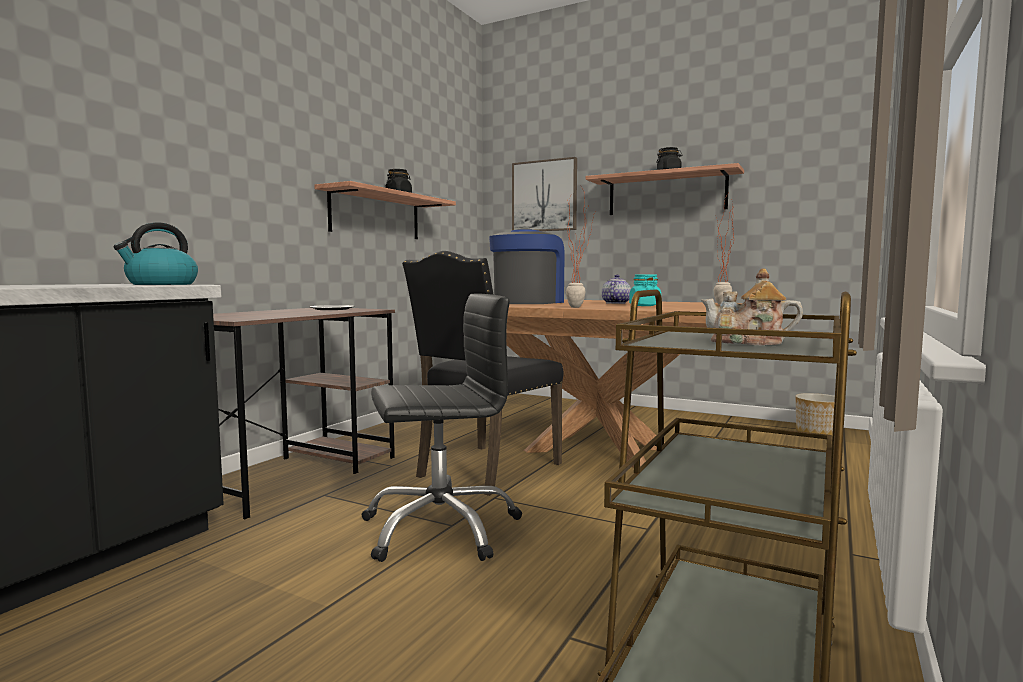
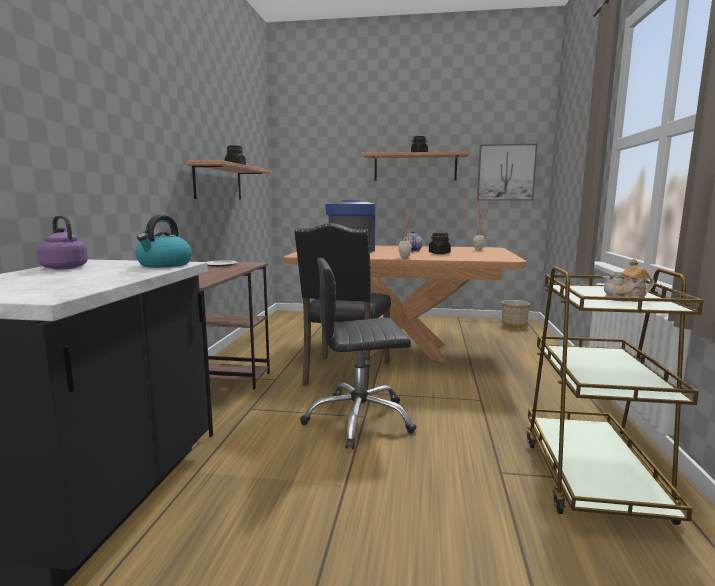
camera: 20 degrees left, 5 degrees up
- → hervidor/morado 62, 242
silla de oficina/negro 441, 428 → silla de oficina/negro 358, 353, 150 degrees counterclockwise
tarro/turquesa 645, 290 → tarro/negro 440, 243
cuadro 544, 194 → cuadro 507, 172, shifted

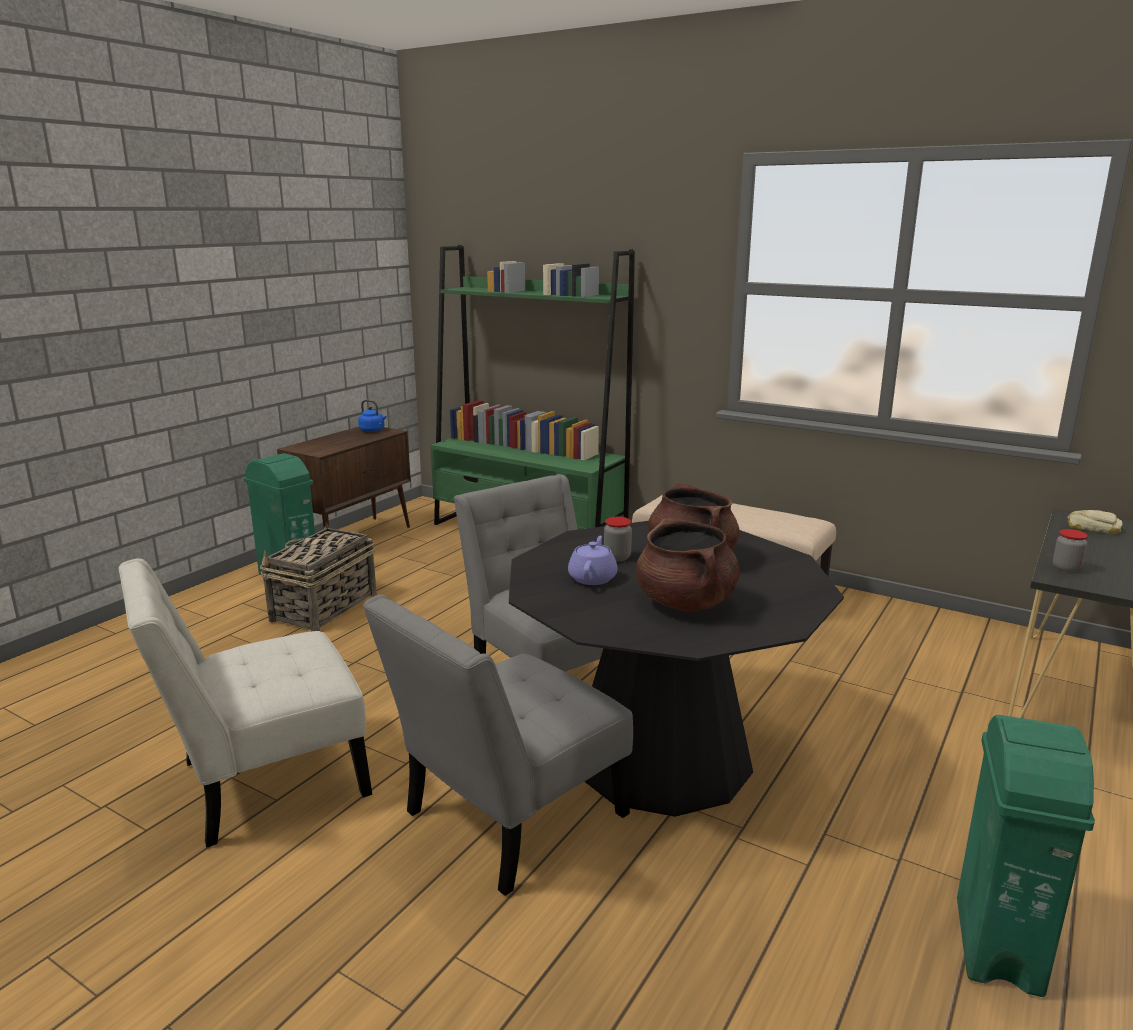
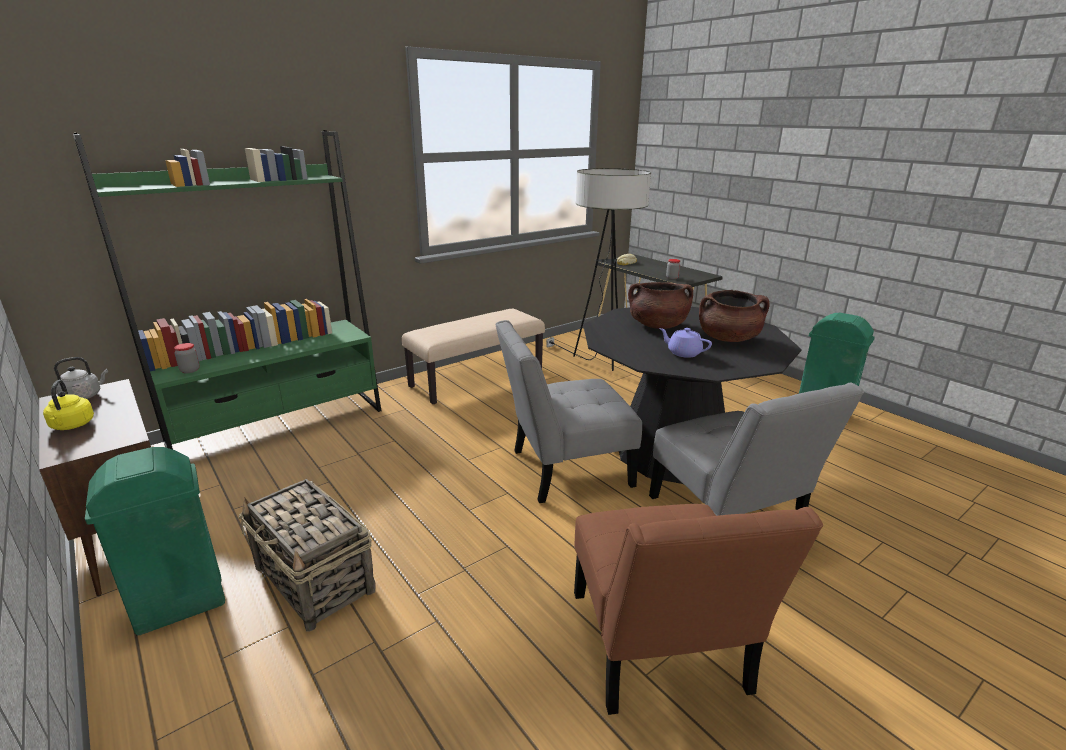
camera: 70 degrees left, 5 degrees up
- → hervidor/amarillo 68, 405
hervidor/azul 372, 416 → hervidor/gris 81, 378
tarro 618, 539 → tarro 187, 358, shifted
- → lámpara de pie 598, 269
silla/blanco 245, 702 → silla/marrón 698, 609

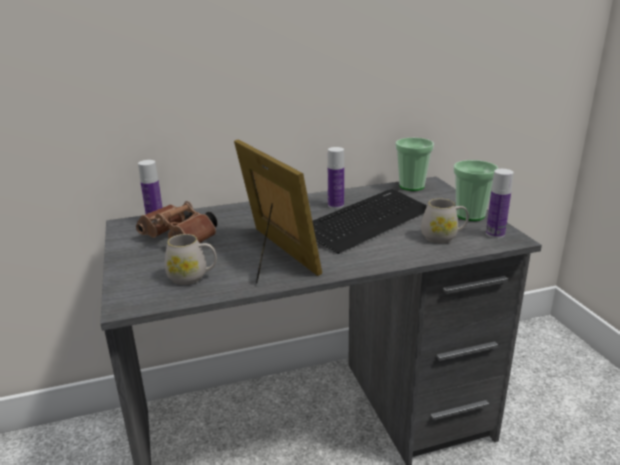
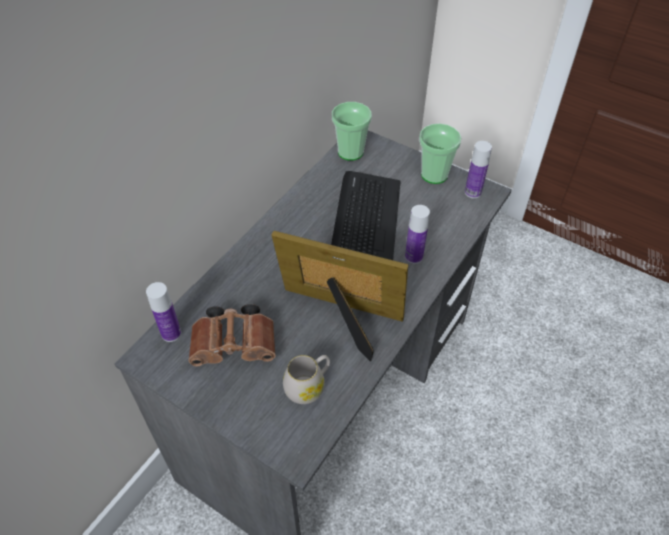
camera: 40 degrees left, 25 degrees up
botella 336, 178 → botella 417, 234, shifted
taza grande/blanco 445, 221 → -

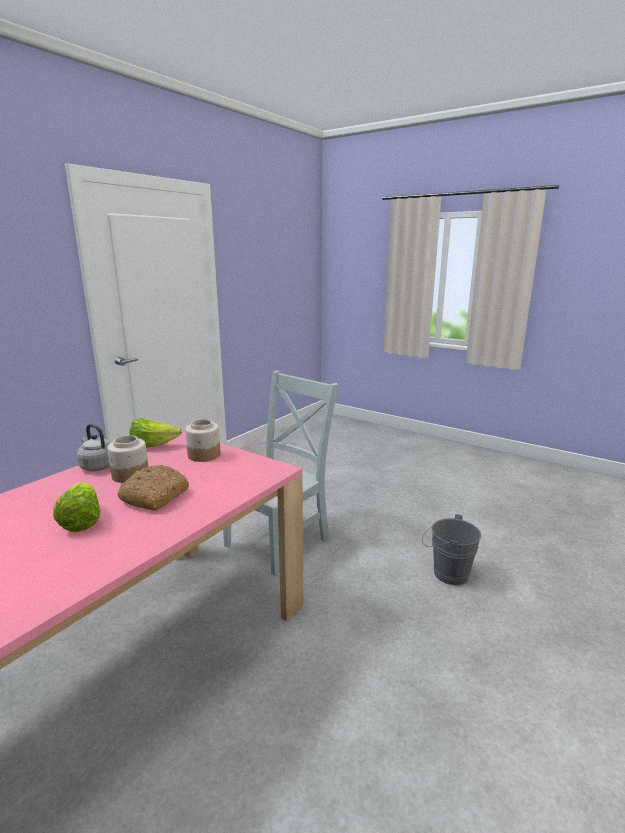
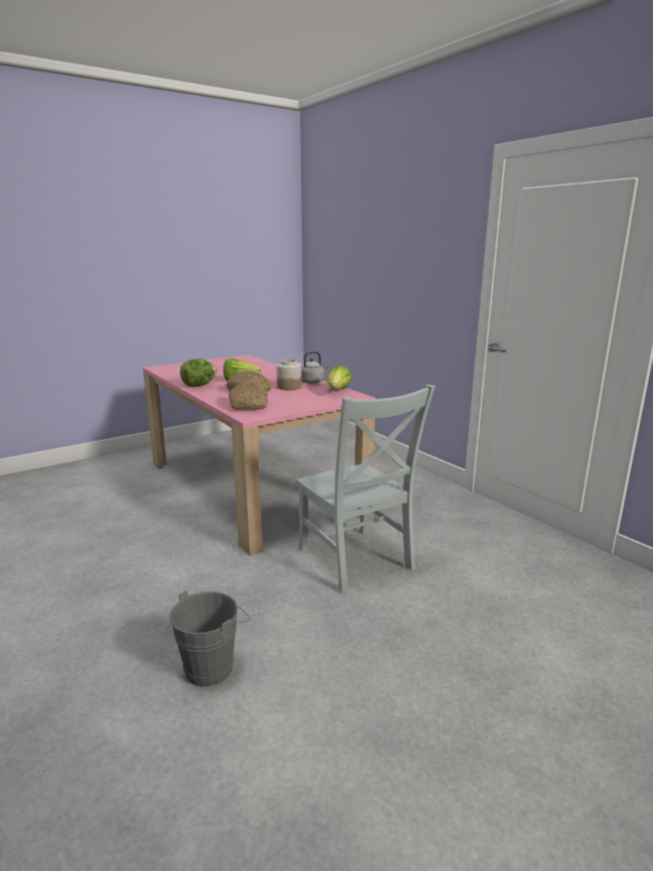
camera: 110 degrees right, 0 degrees up
- → lechuga 198, 373
- → pan 248, 396
tarro 203, 440 → -

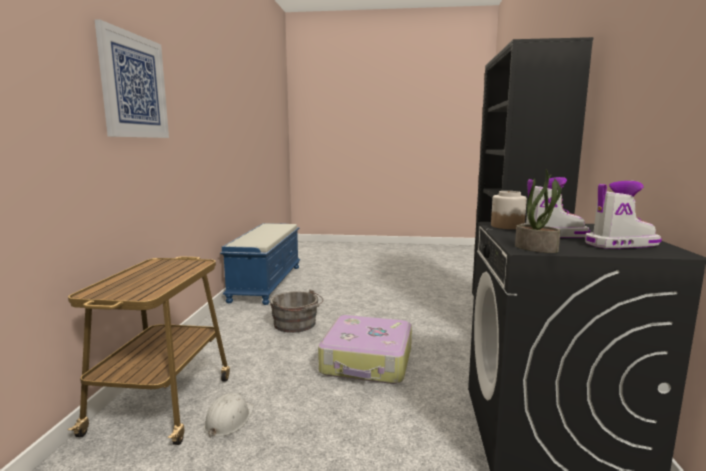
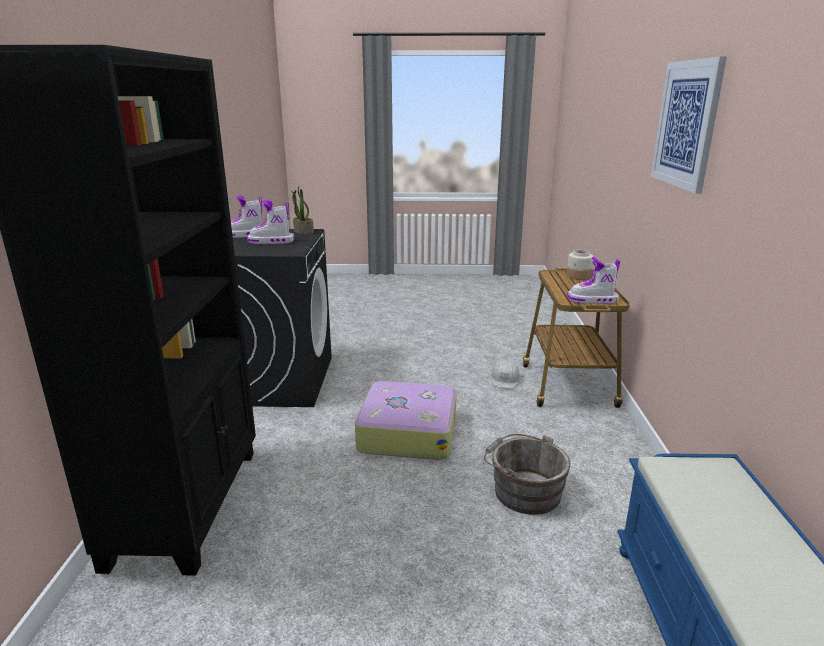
camera: 175 degrees right, 10 degrees up
tarro 509, 210 → tarro 580, 265, shifted
- → bota 593, 280

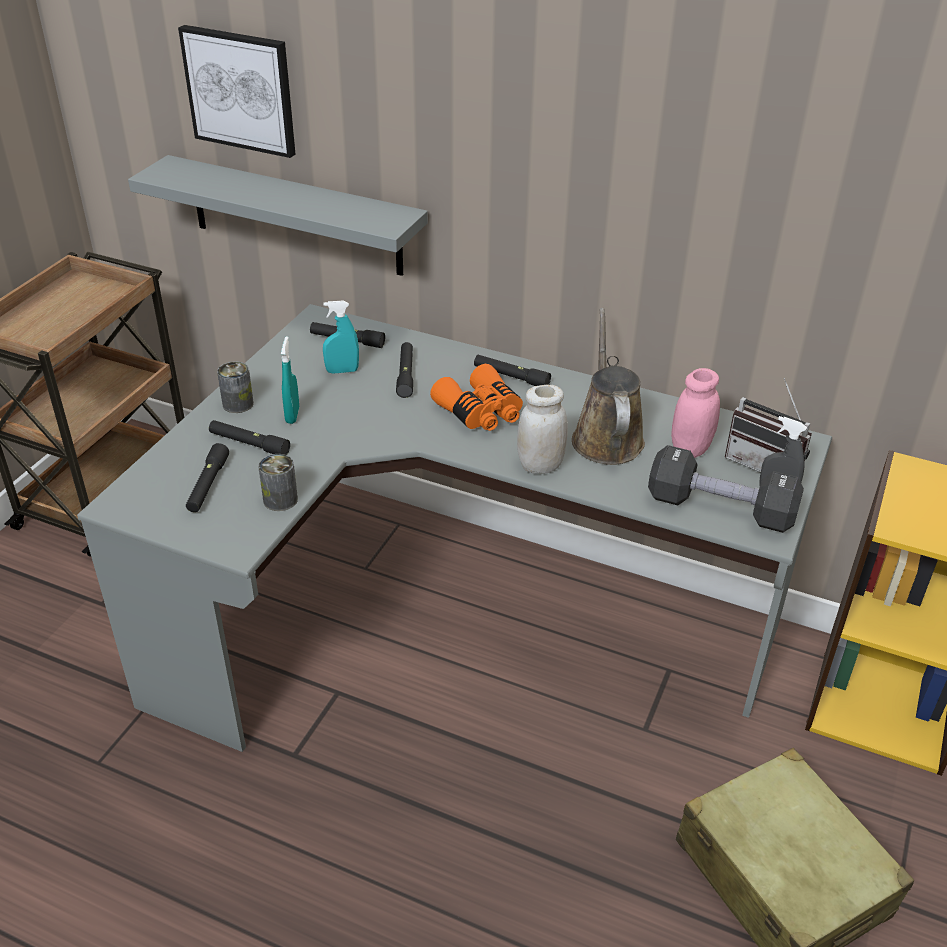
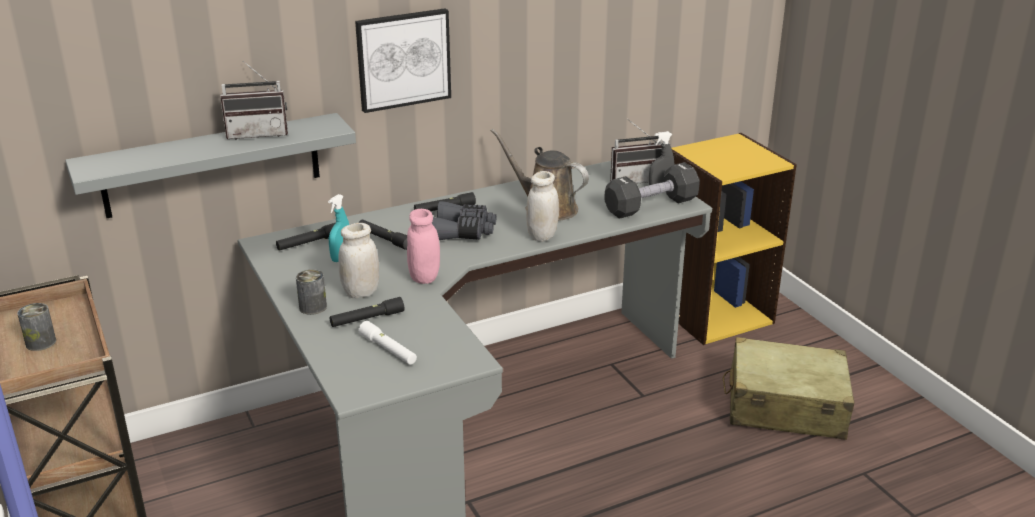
camera: 50 degrees left, 10 degrees down
lata 278, 482 → lata 36, 327, shifted
- → radio 254, 100
pulverizador/turquesa 290, 380 → tarro/blanco 358, 260
cuadro 236, 91 → cuadro 403, 60, shifted
linterna/negro 207, 477 → linterna/blanco 387, 343
tarro/rosa 695, 413 → tarro/rosa 423, 246, shifted
prismáticos/naranja 476, 397 → prismáticos/gris 464, 220

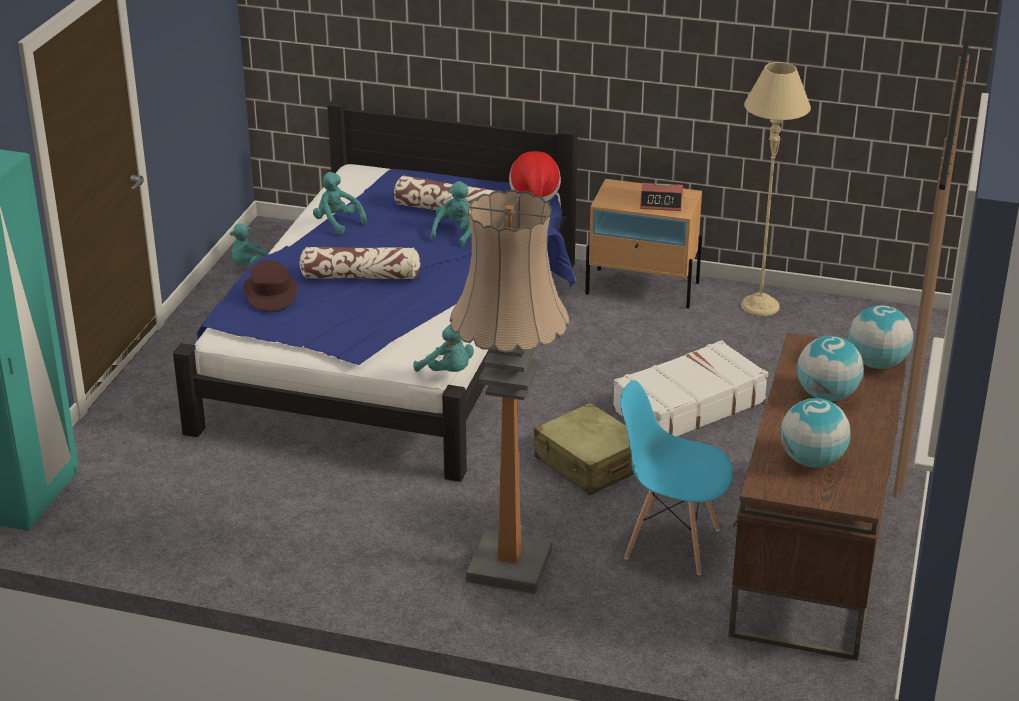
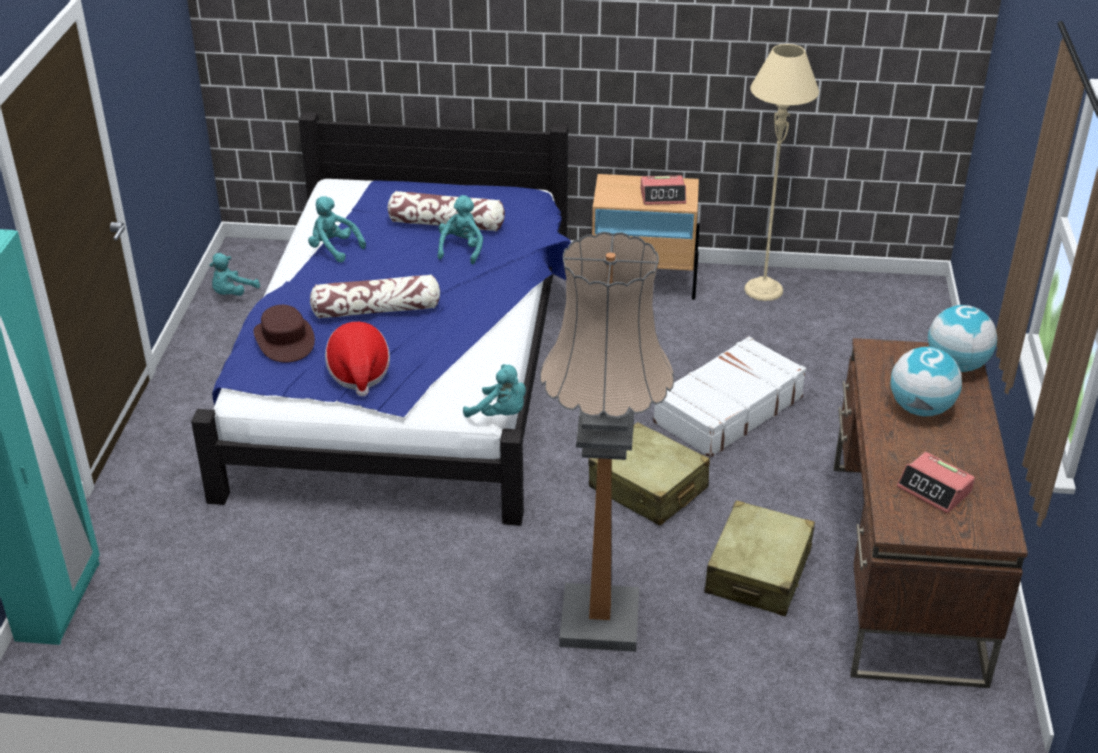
camera: 10 degrees left, 5 degrees up
sombrero 535, 176 → sombrero 357, 359, shifted
silla/azul 676, 477 → maleta/beis 759, 558
globo terráqueo 815, 433 → despertador 936, 482

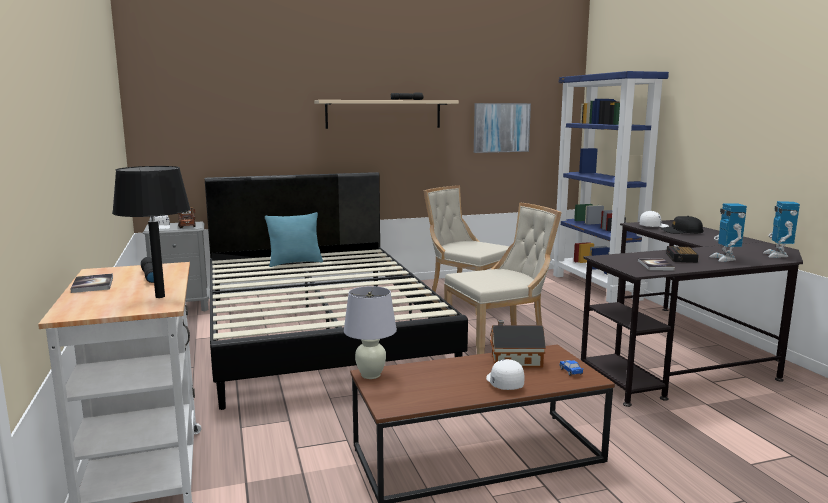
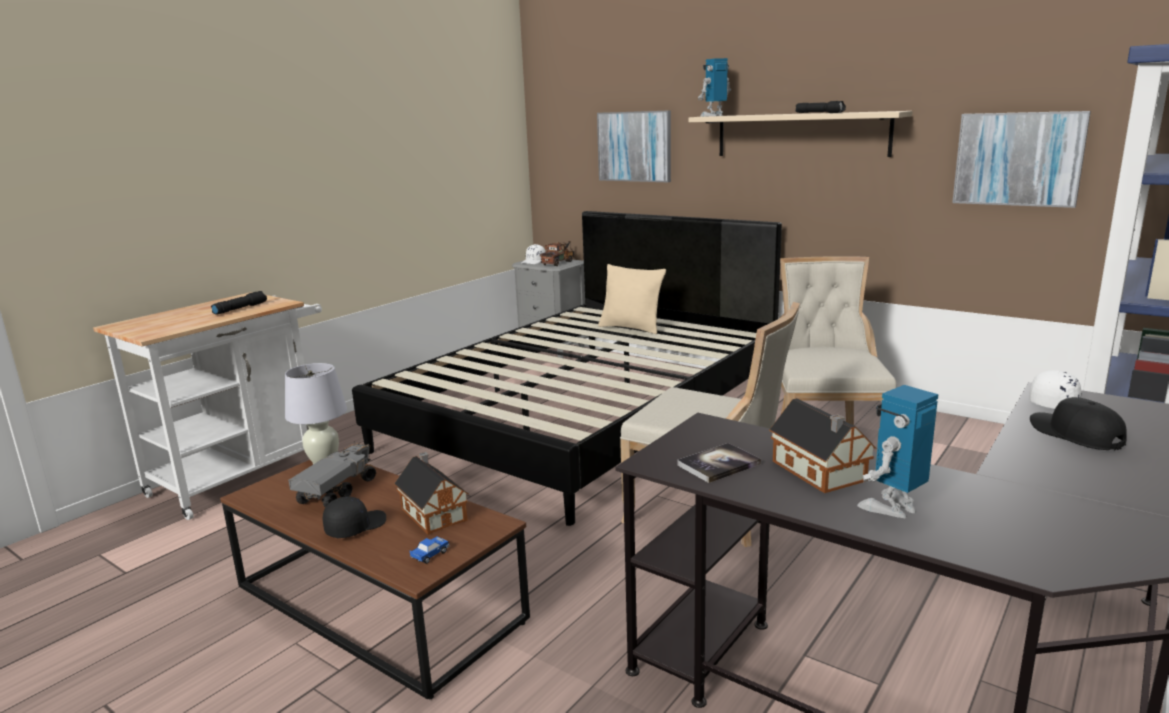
camera: 55 degrees right, 5 degrees up
- → camión de juguete 332, 474
gorra/blanco 505, 374 → gorra/negro 354, 517
- → cuadro 634, 146
cojín/turquesa 294, 239 → cojín/beis 632, 299
robot de juguete 781, 229 → robot de juguete 714, 87, shifted
despertador 682, 254 → casita 822, 445
libro 91, 283 → -
lámpara de mesa/negro 151, 232 → -

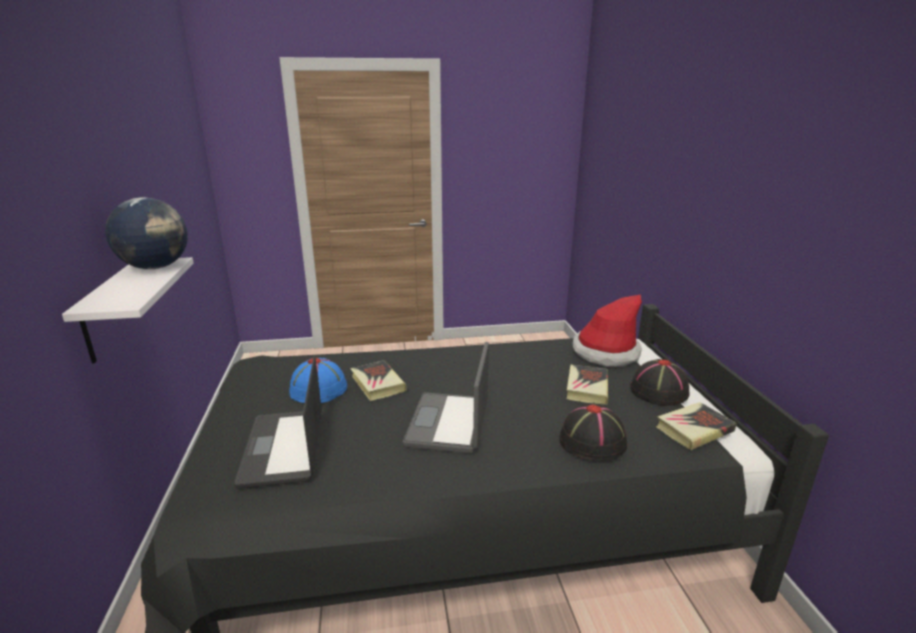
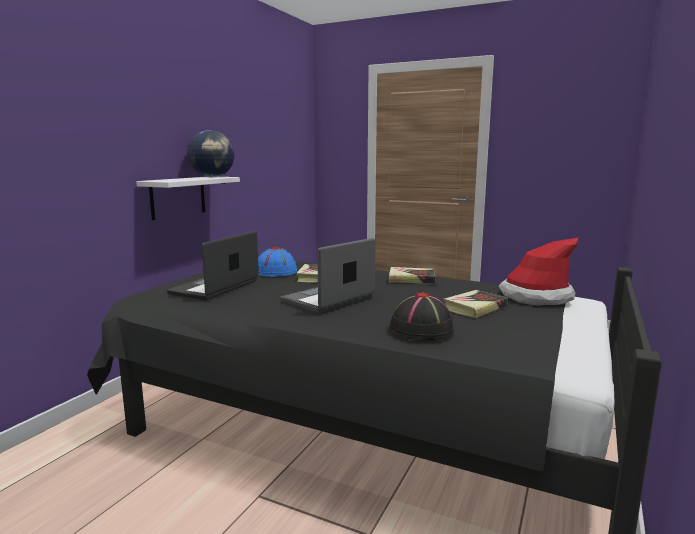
camera: 35 degrees right, 10 degrees down
libro 696, 426 → libro 411, 275, shifted
sombrero/negro 660, 382 → -

